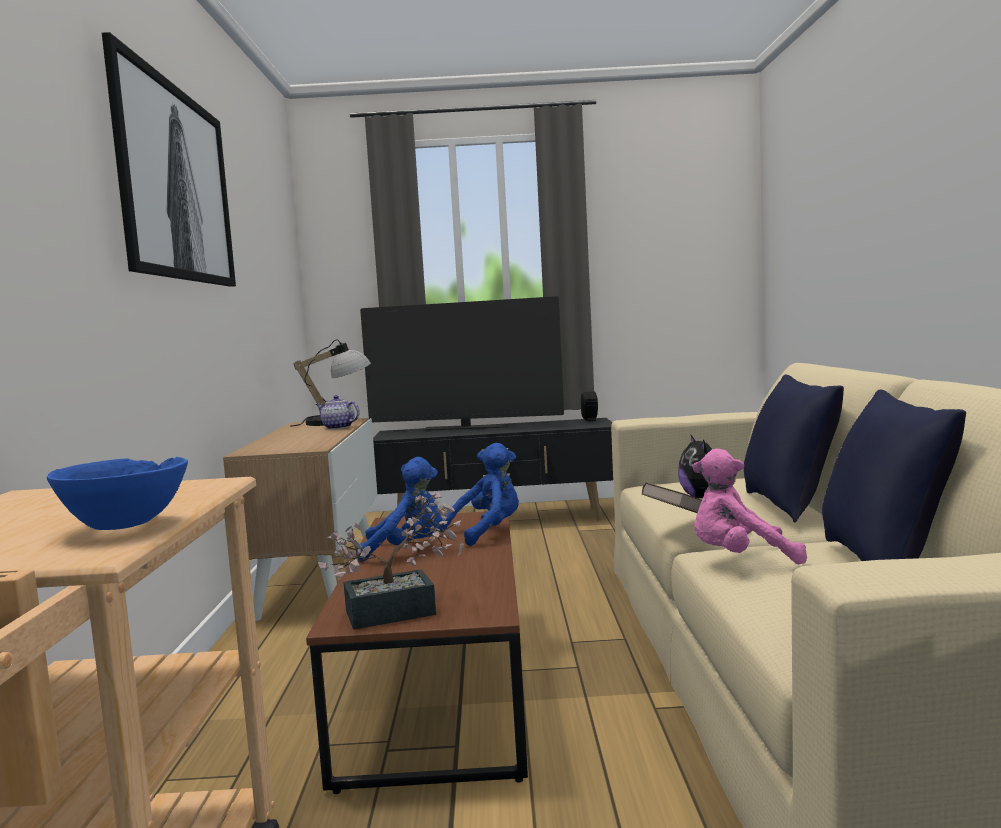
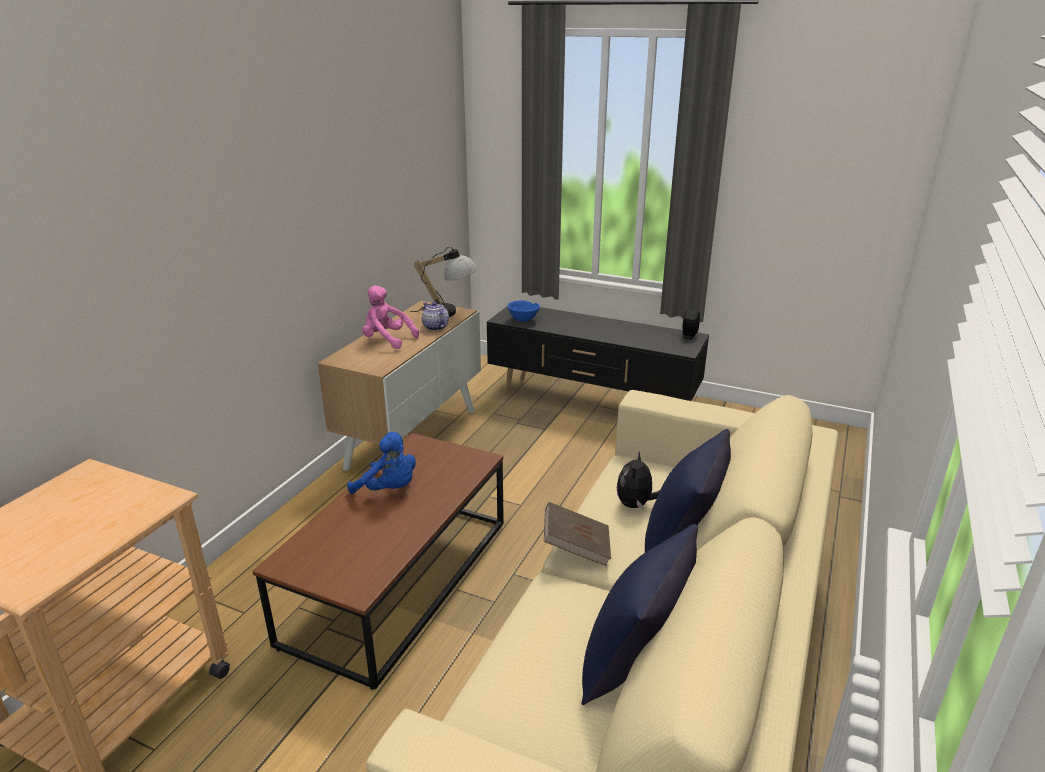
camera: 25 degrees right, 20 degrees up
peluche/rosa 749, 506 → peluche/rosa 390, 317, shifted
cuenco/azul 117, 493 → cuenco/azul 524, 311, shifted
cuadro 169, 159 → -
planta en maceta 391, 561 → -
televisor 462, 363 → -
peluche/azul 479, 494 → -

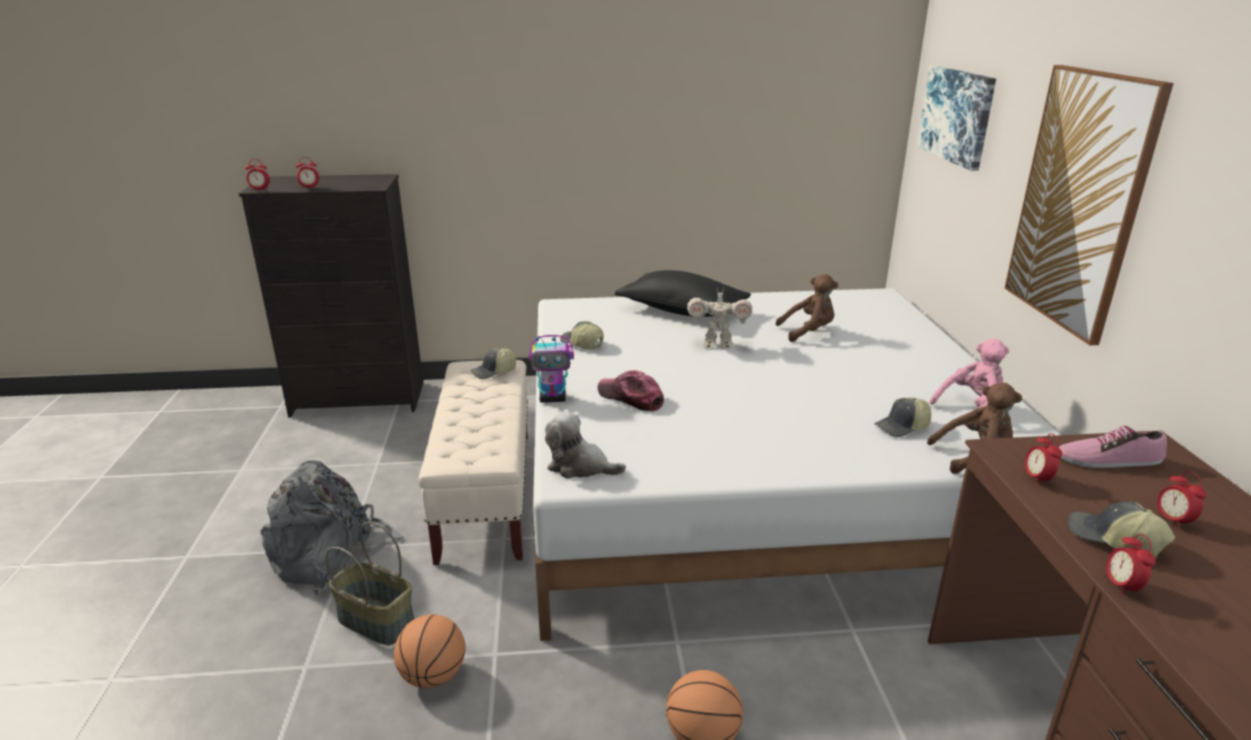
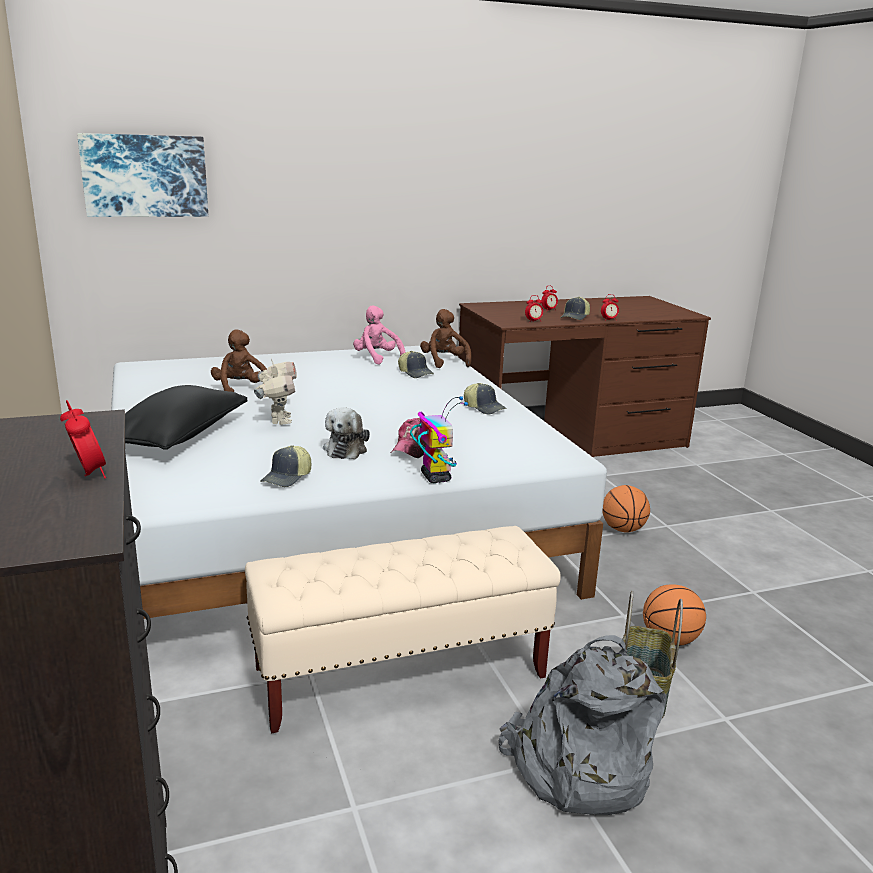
camera: 105 degrees left, 5 degrees down
peluche 585, 445 → peluche 346, 433, shifted
gorra 493, 363 → gorra 485, 399, shifted
despertador 257, 175 → -
cuadro 1089, 205 → -
zapato 1112, 447 → -

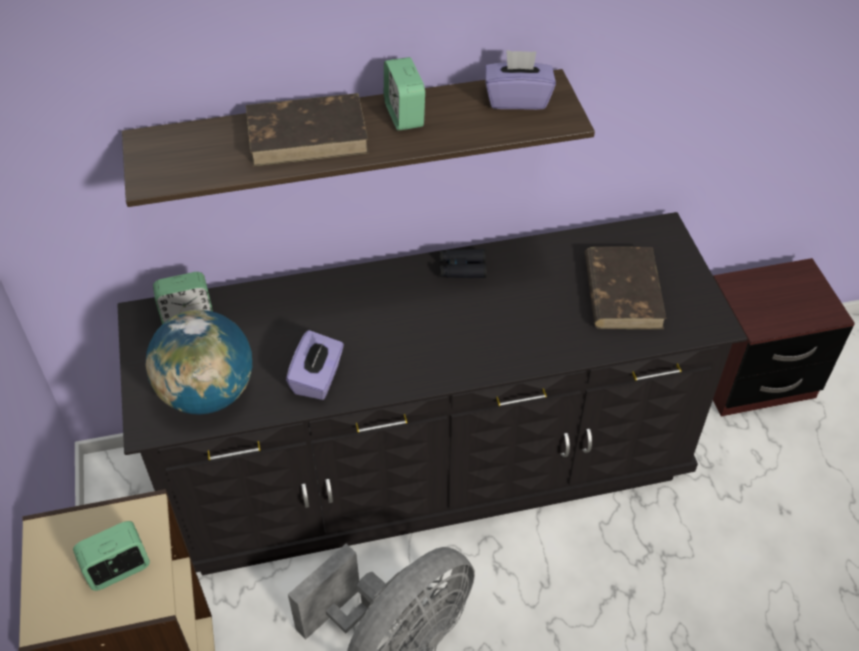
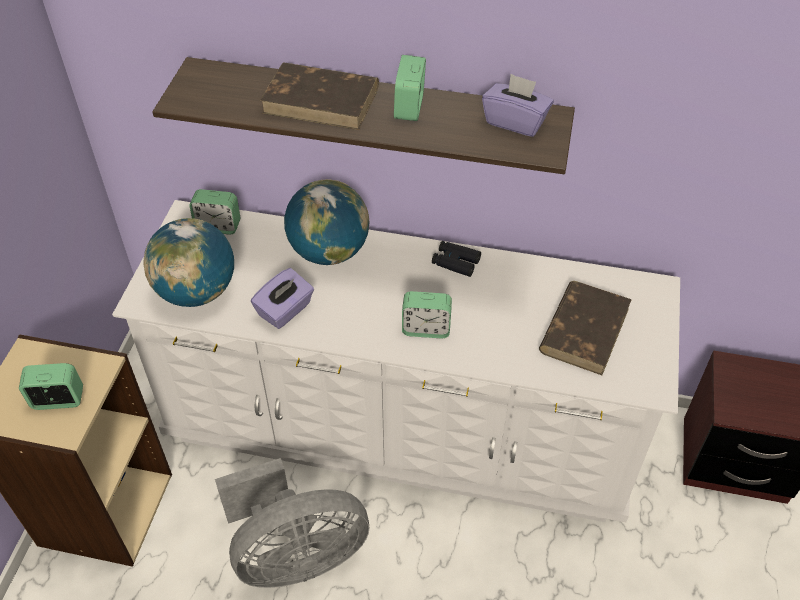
camera: 25 degrees right, 0 degrees up
cómoda/negro 432, 393 → cómoda/blanco 396, 361
- → globo terráqueo 326, 222
- → despertador 427, 315

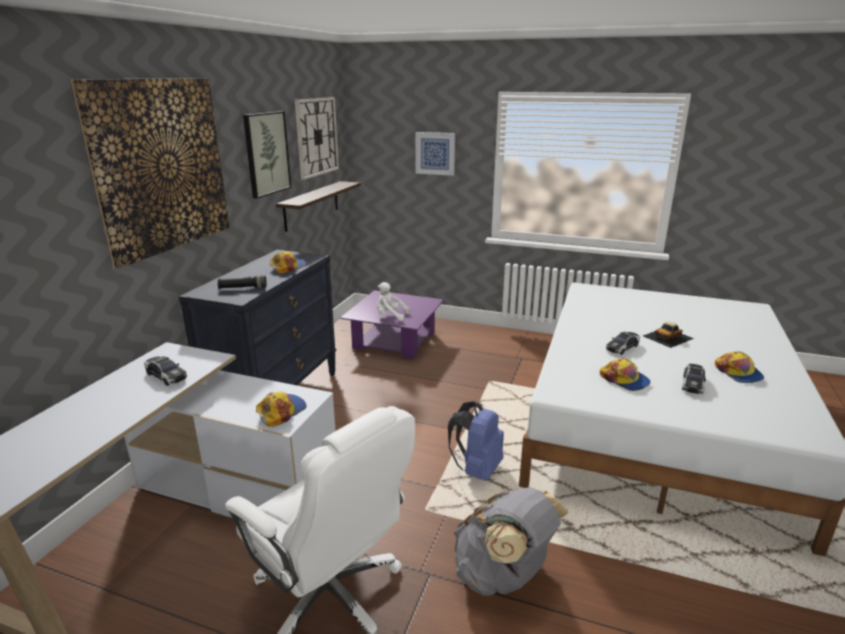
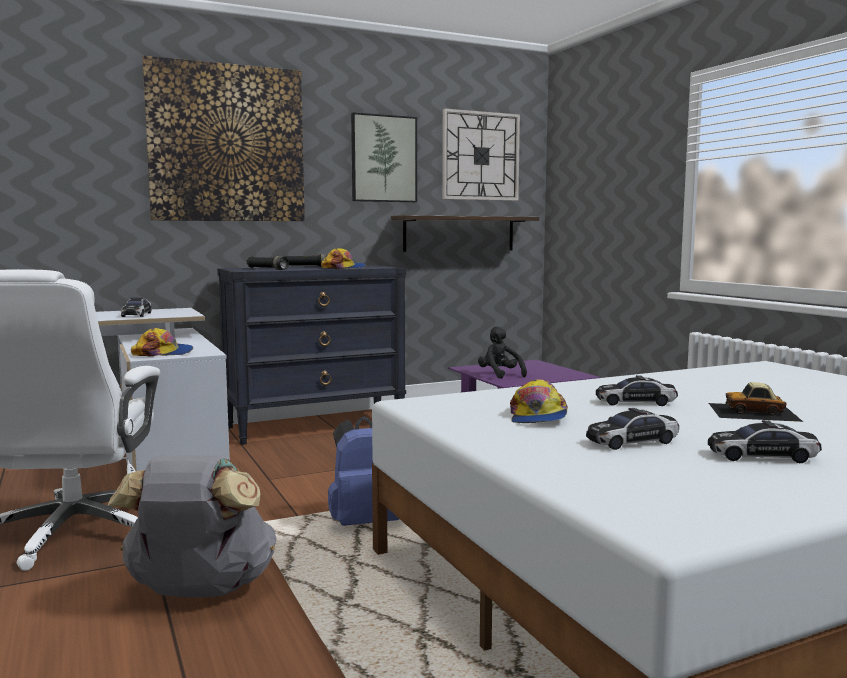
camera: 45 degrees right, 15 degrees down
- → linterna/negro 305, 260
peluche/blanco 393, 301 → peluche/negro 502, 353
gorra 739, 367 → coche de juguete 765, 441
cuadro 435, 154 → -

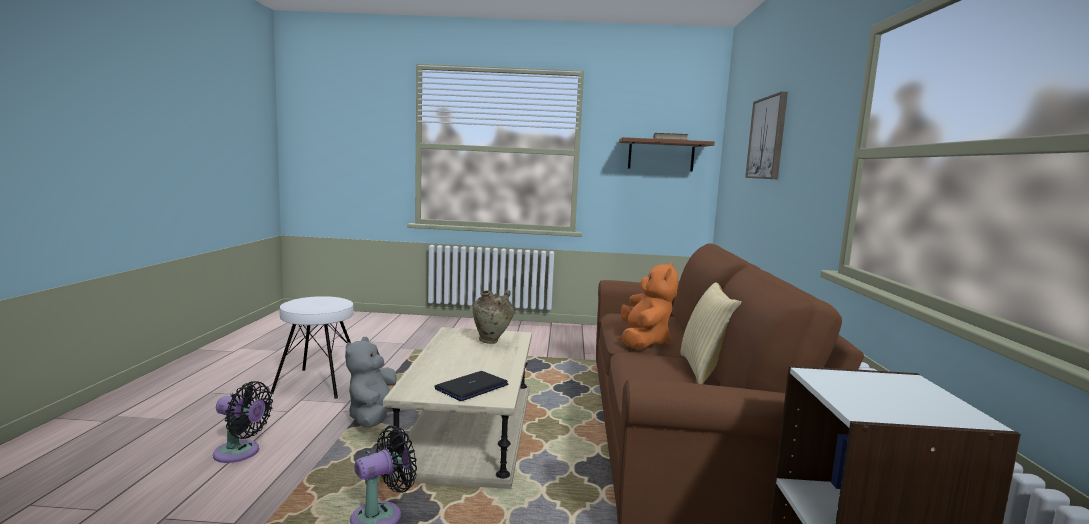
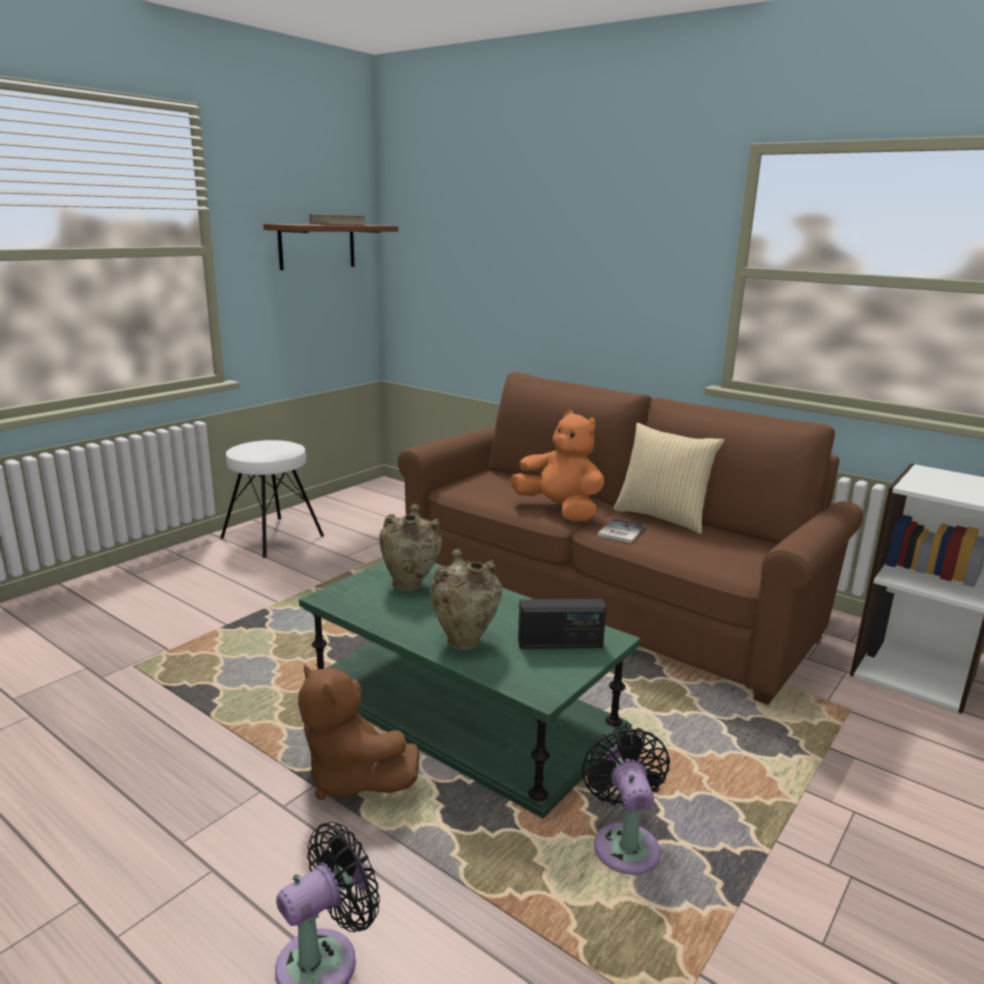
camera: 55 degrees left, 10 degrees up
taburete/blanco 312, 347 → taburete/blanco 272, 499, shifted
peluche/gris 371, 382 → peluche/marrón 359, 731
mesa de centro/beis 457, 408 → mesa de centro/verde 469, 690
- → florero/beis 466, 599
portátil 471, 386 → radio 562, 624
- → libro 622, 531
cuadro 766, 135 → -

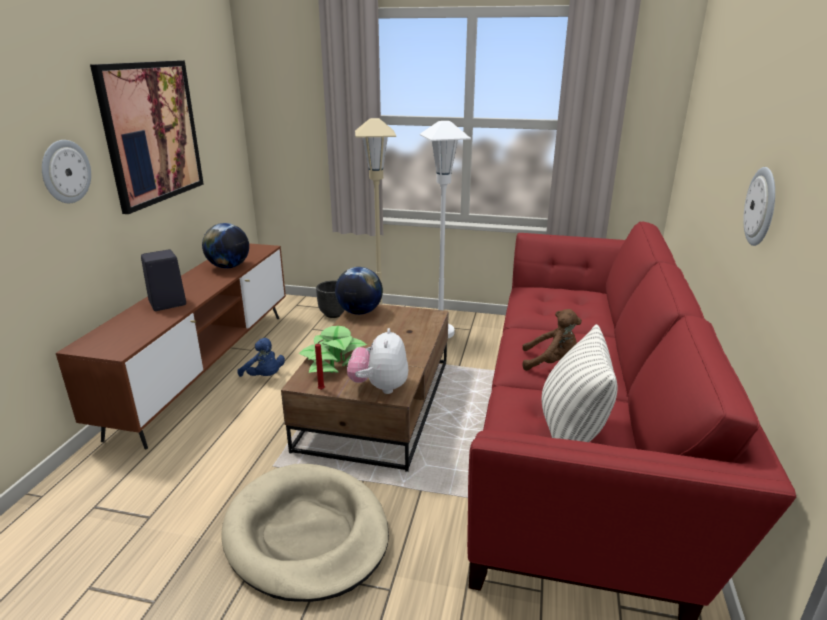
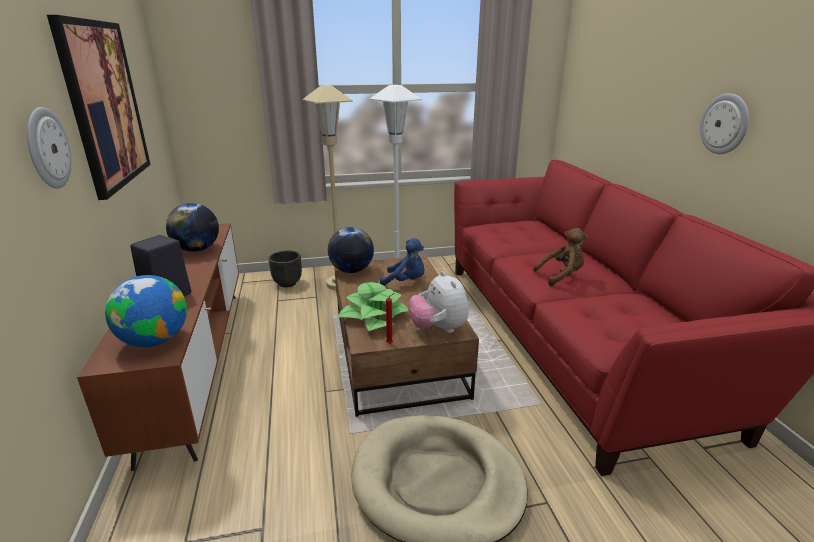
camera: 25 degrees left, 0 degrees up
- → globo terráqueo 146, 311
peluche/azul 261, 357 → peluche/azul 402, 262, shifted
cojín 579, 383 → -

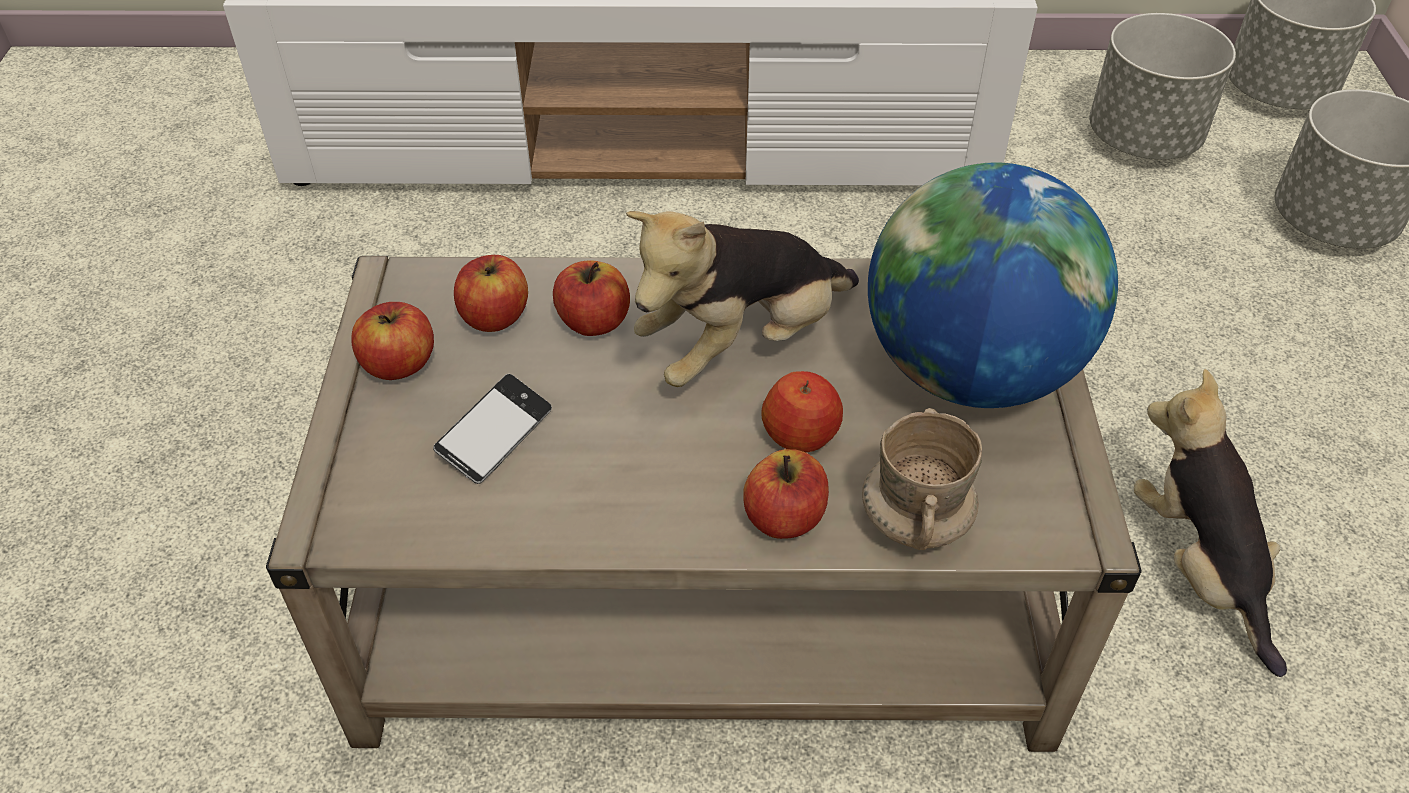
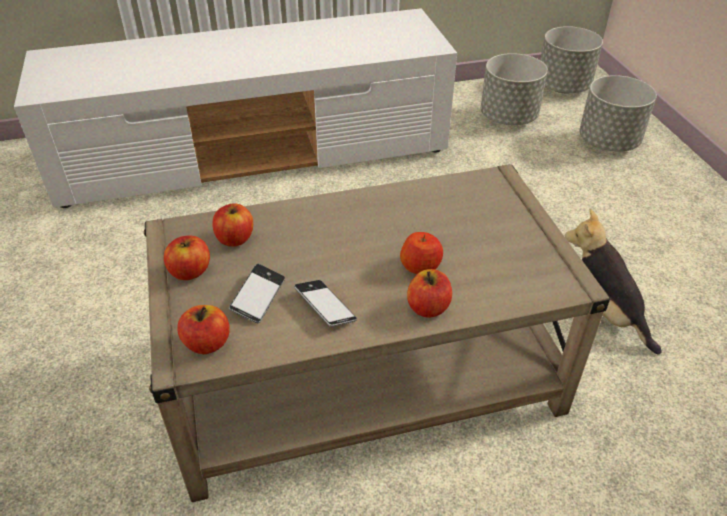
camera: 15 degrees left, 5 degrees down
manzana 591, 298 → manzana 203, 329, shifted
- → móvil 325, 303
peluche 742, 299 → -
taza grande/beis 922, 479 → -
globo terráqueo 993, 285 → -

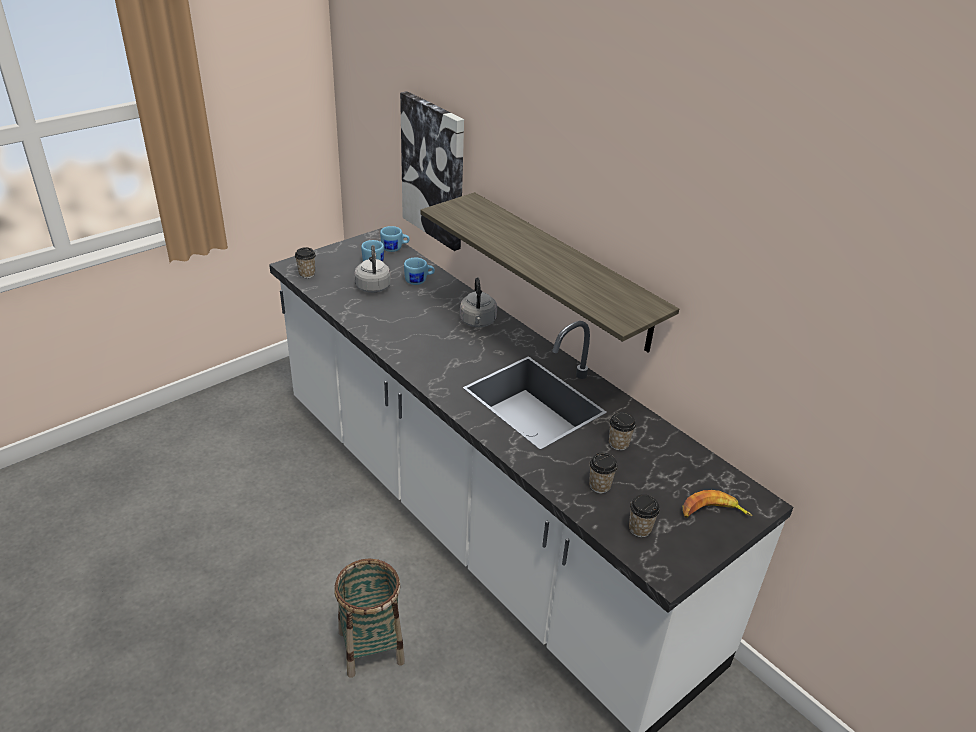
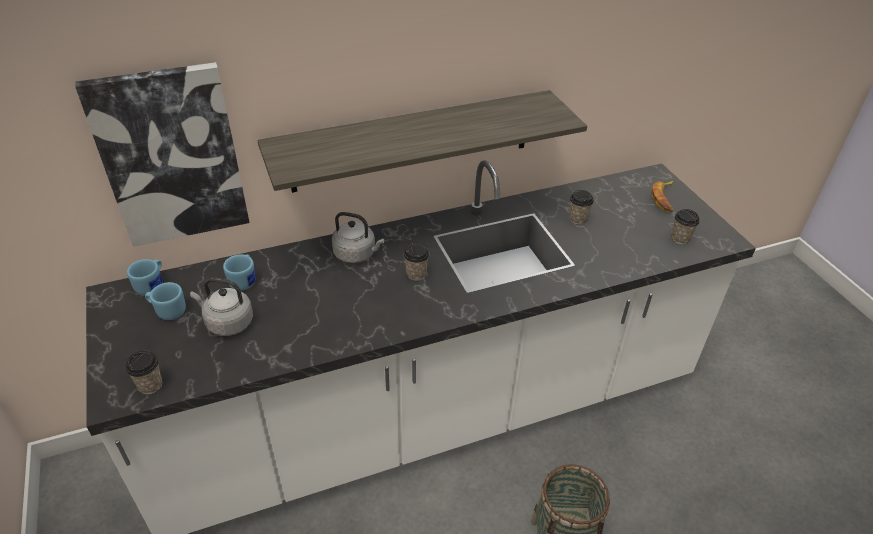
camera: 70 degrees left, 5 degrees up
taza 603, 472 → taza 416, 262, shifted

